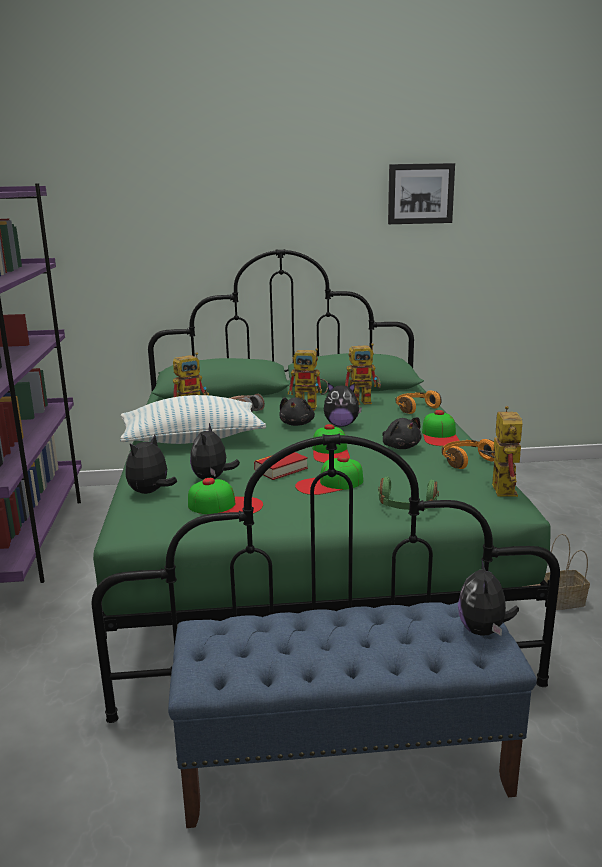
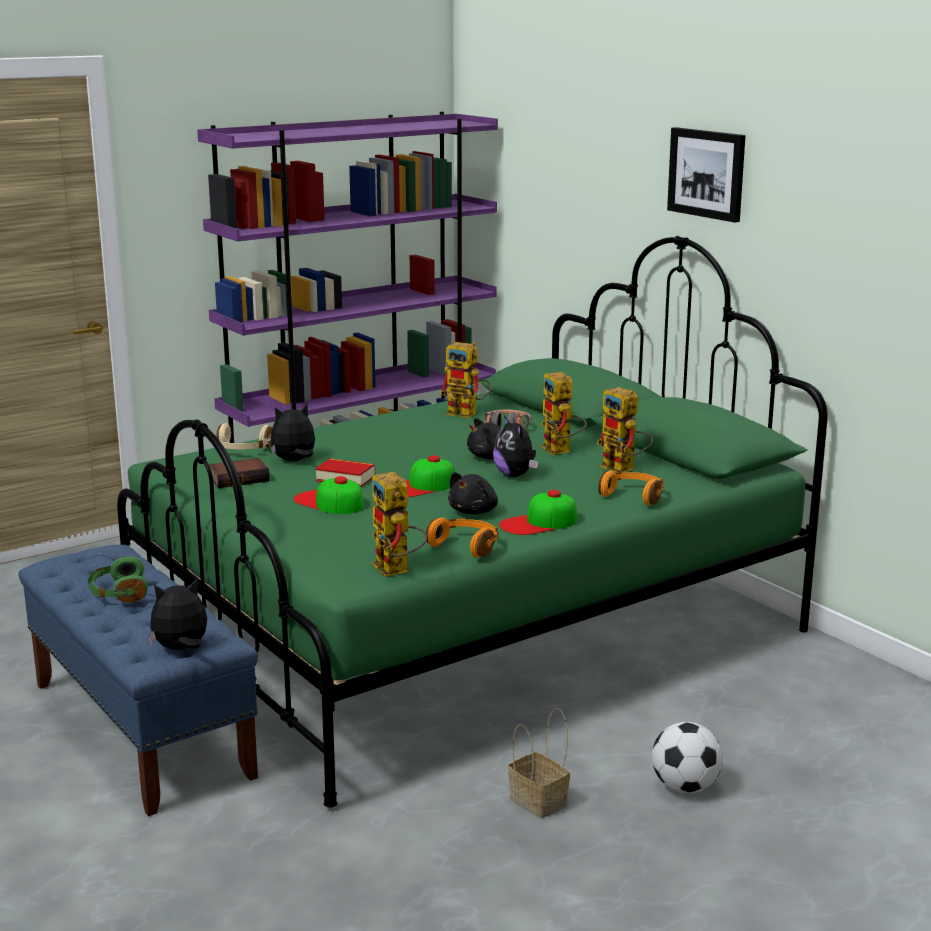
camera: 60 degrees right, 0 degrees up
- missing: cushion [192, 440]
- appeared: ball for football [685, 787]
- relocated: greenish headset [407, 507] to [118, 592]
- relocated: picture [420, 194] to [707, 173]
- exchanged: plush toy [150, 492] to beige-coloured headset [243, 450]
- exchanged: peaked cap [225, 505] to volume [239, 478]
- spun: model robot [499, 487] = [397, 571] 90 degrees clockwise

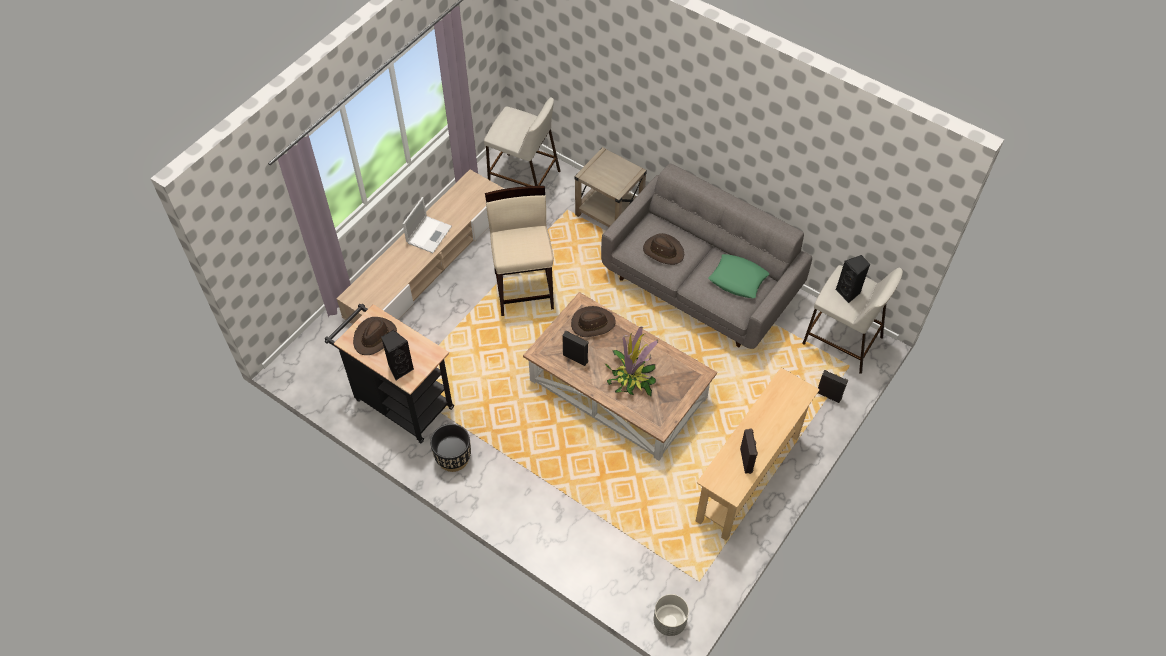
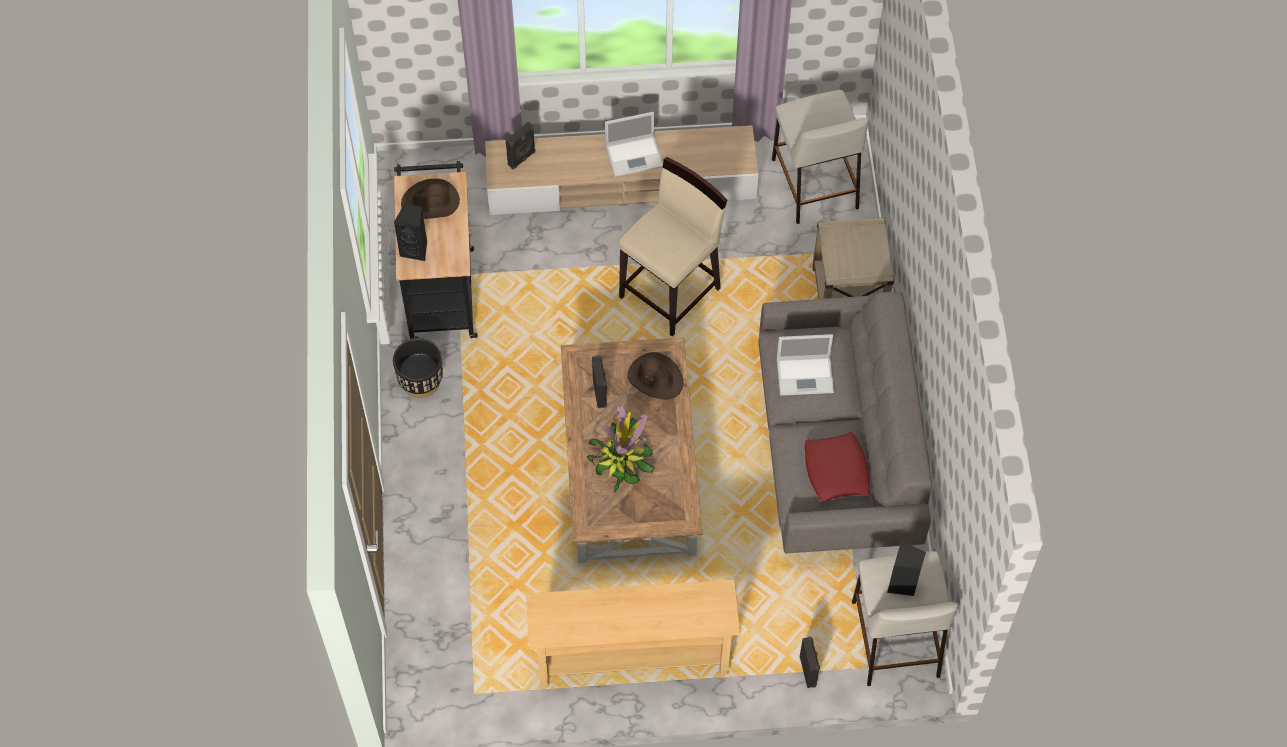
camera: 50 degrees right, 5 degrees up
- missing: grey plant pot [670, 621]
- relocated: blackish speaker [747, 460] to [522, 158]
- exchanged: brown hat [663, 251] to portable computer [806, 375]
- colour: greenish cushion [738, 279] to reddish cushion [836, 471]

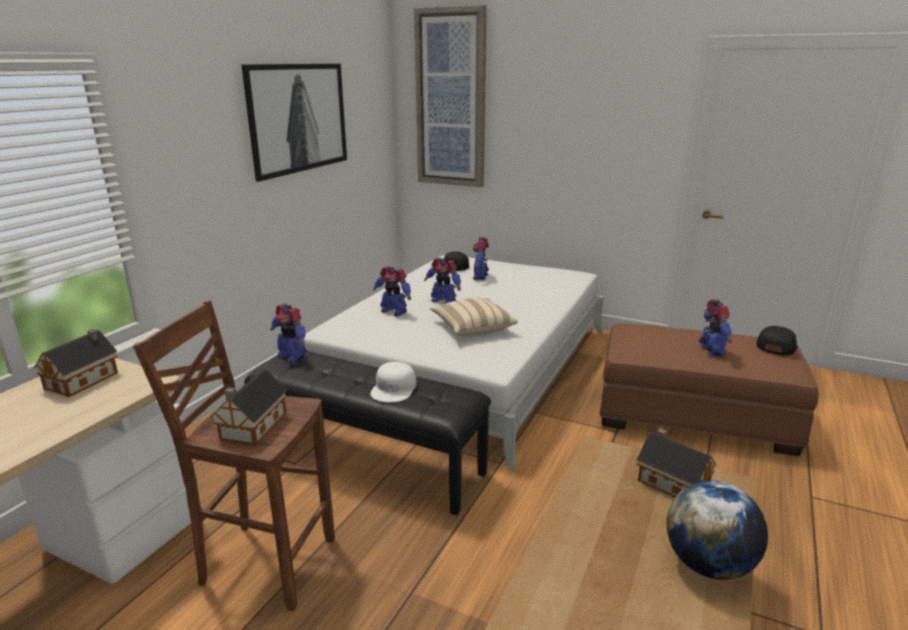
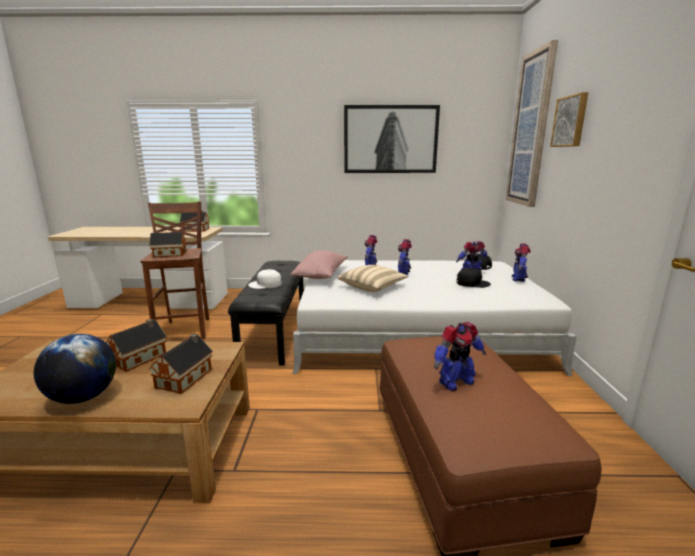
camera: 65 degrees right, 5 degrees down
- appeared: toy house [141, 358]
- appeared: pink-coloured cushion [321, 275]
- appeared: picture [570, 121]
- relocated: model robot [292, 356] to [519, 279]
- relocated: blackish peaked cap [775, 346] to [472, 283]

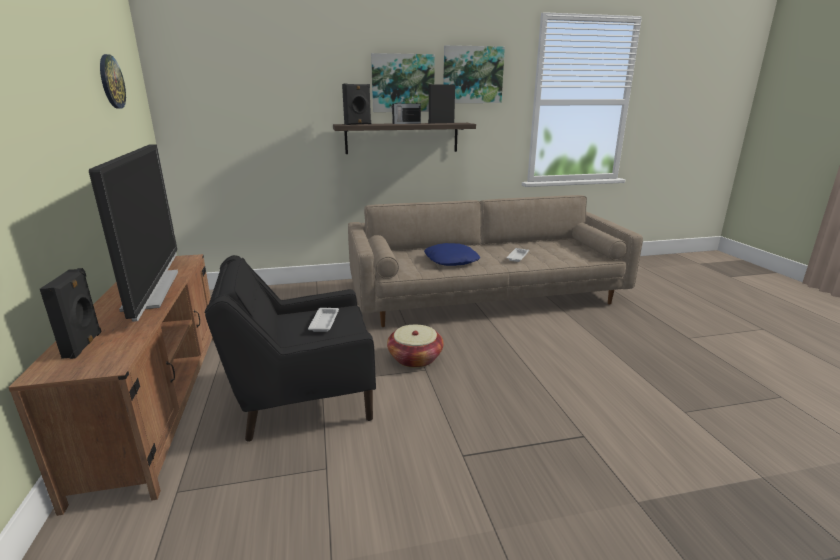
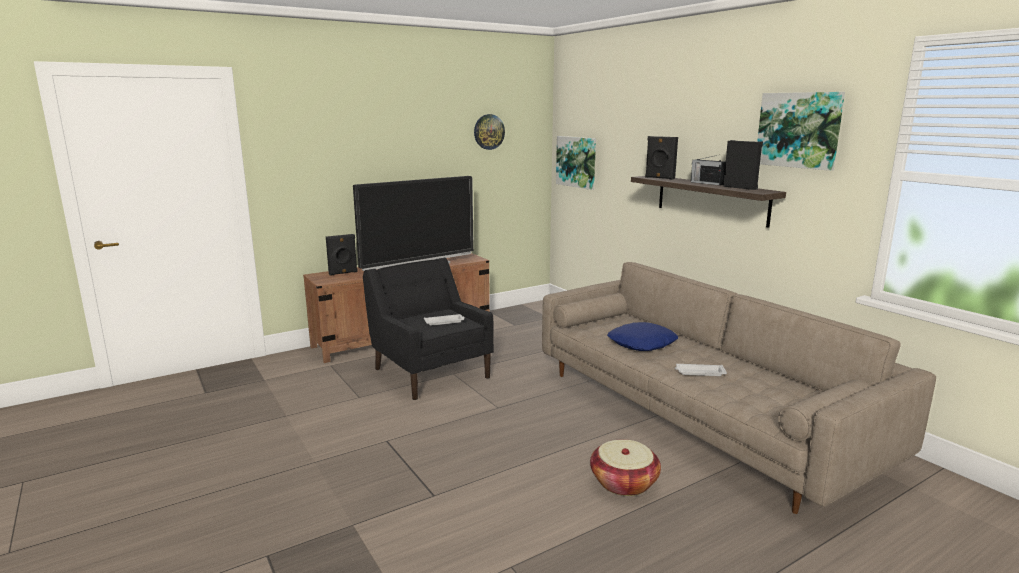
camera: 70 degrees right, 5 degrees down
- relocated: picture [402, 83] to [577, 162]
- relocated: basket [415, 358] to [624, 483]

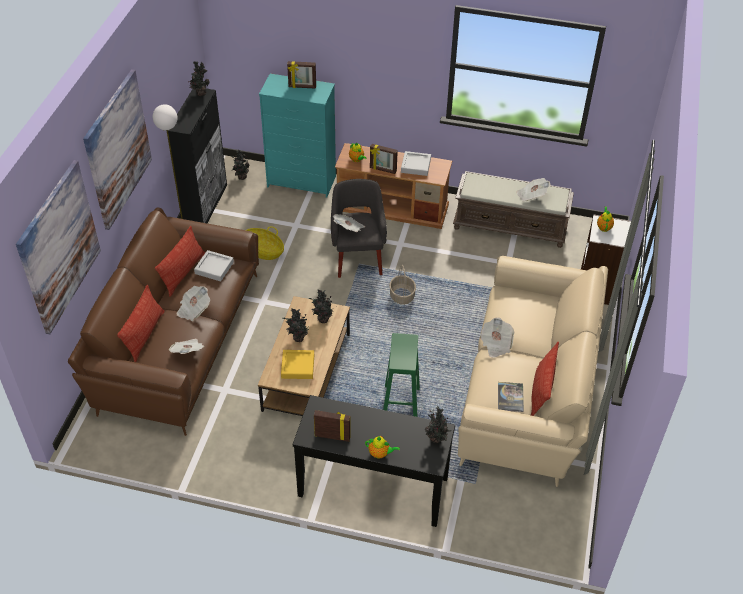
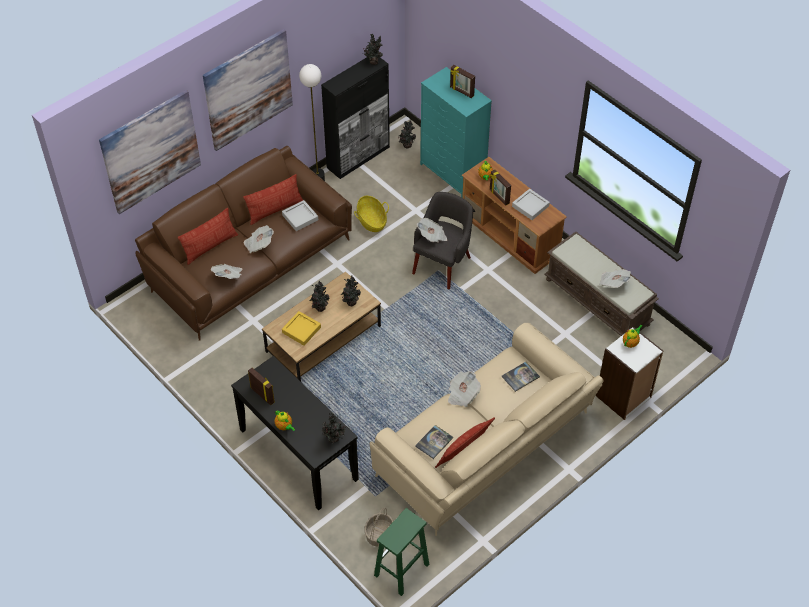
camera: 35 degrees right, 5 degrees up
- appeared: volume [520, 377]
- relocated: greenish sitting stool [401, 404] to [401, 570]
- relocated: basket [401, 296] to [379, 534]

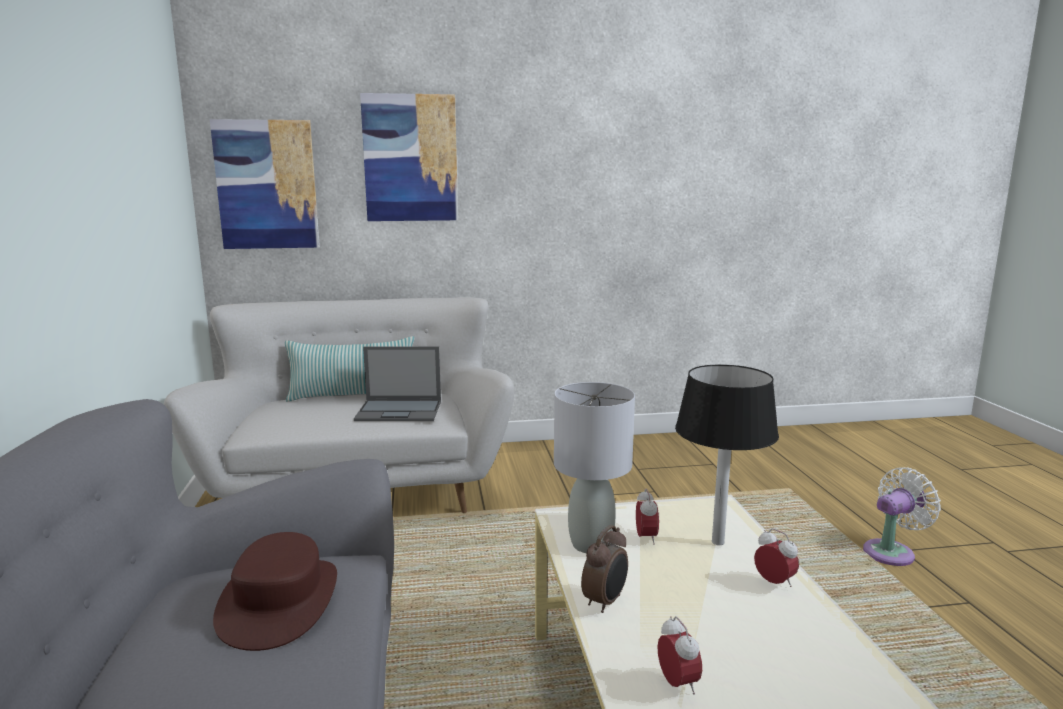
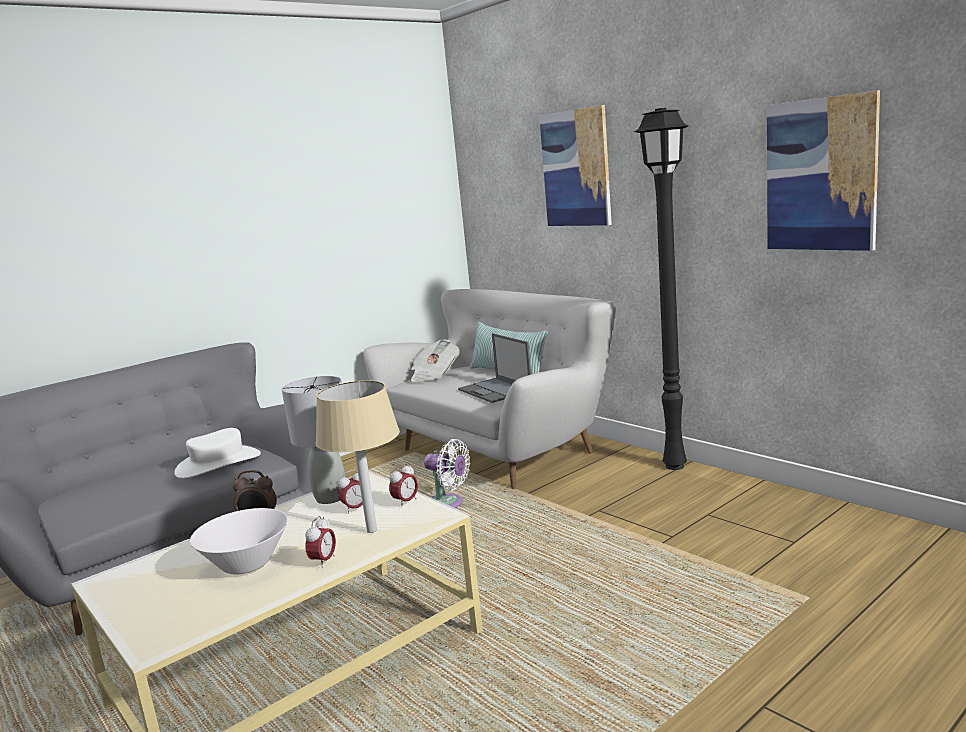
camera: 60 degrees right, 0 degrees up
- appeared: white-coloured serving bowl [246, 564]
- appeared: newspaper [434, 375]
- appeared: blackish standard lamp [677, 466]
- relocated: picture [267, 185] to [821, 175]
- relocated: bedside clock [677, 684] to [405, 502]
- relocated: white-coloured cooling fan [892, 552] to [448, 504]
- colour: brown hat [280, 602] to white-coloured hat [218, 463]
- colour: blackish lamp for a table [718, 542] to beige-coloured lamp for a table [371, 530]

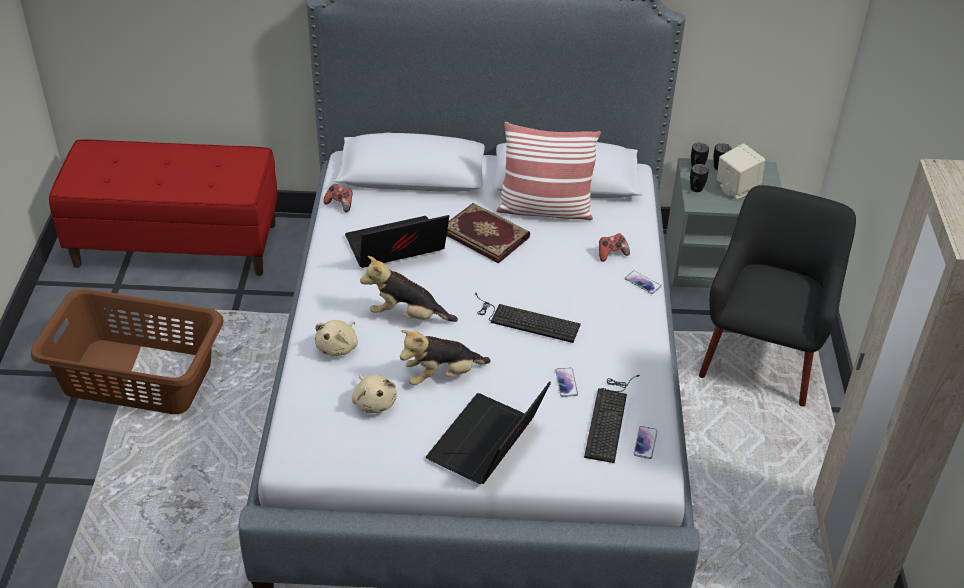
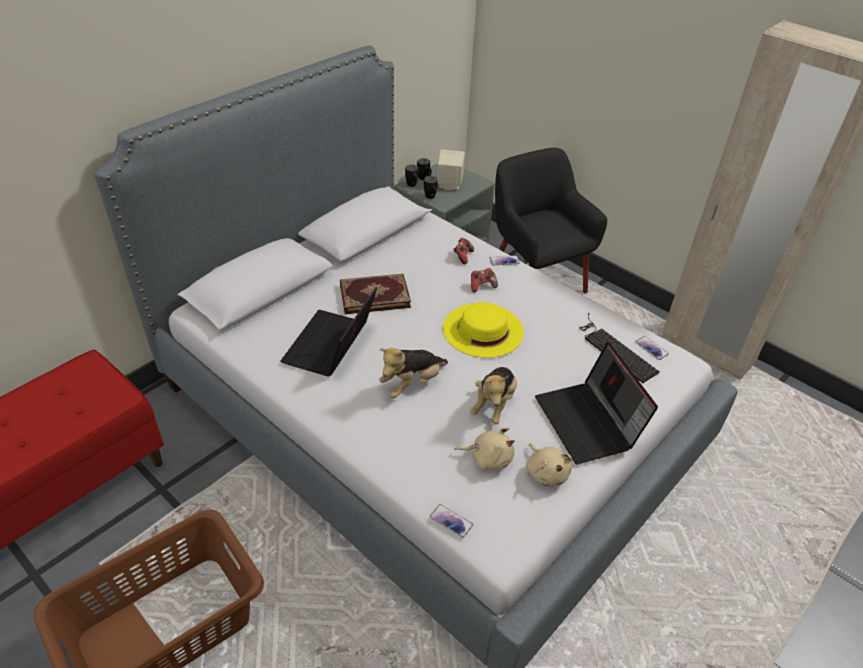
camera: 50 degrees left, 0 degrees up
- missing: cushion [545, 209]
- relocated: beige-coloured plush toy [338, 347] to [546, 472]
- relocated: gamepad [340, 204] to [482, 286]
- relocated: telephone [566, 382] to [451, 521]
- exchanged: PC keyboard [525, 320] to yellow-coloured hat [483, 329]

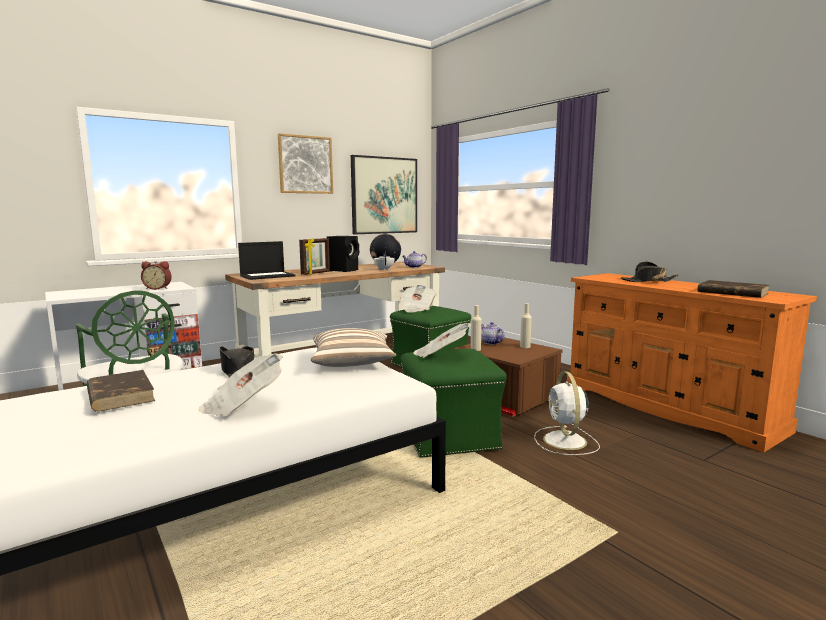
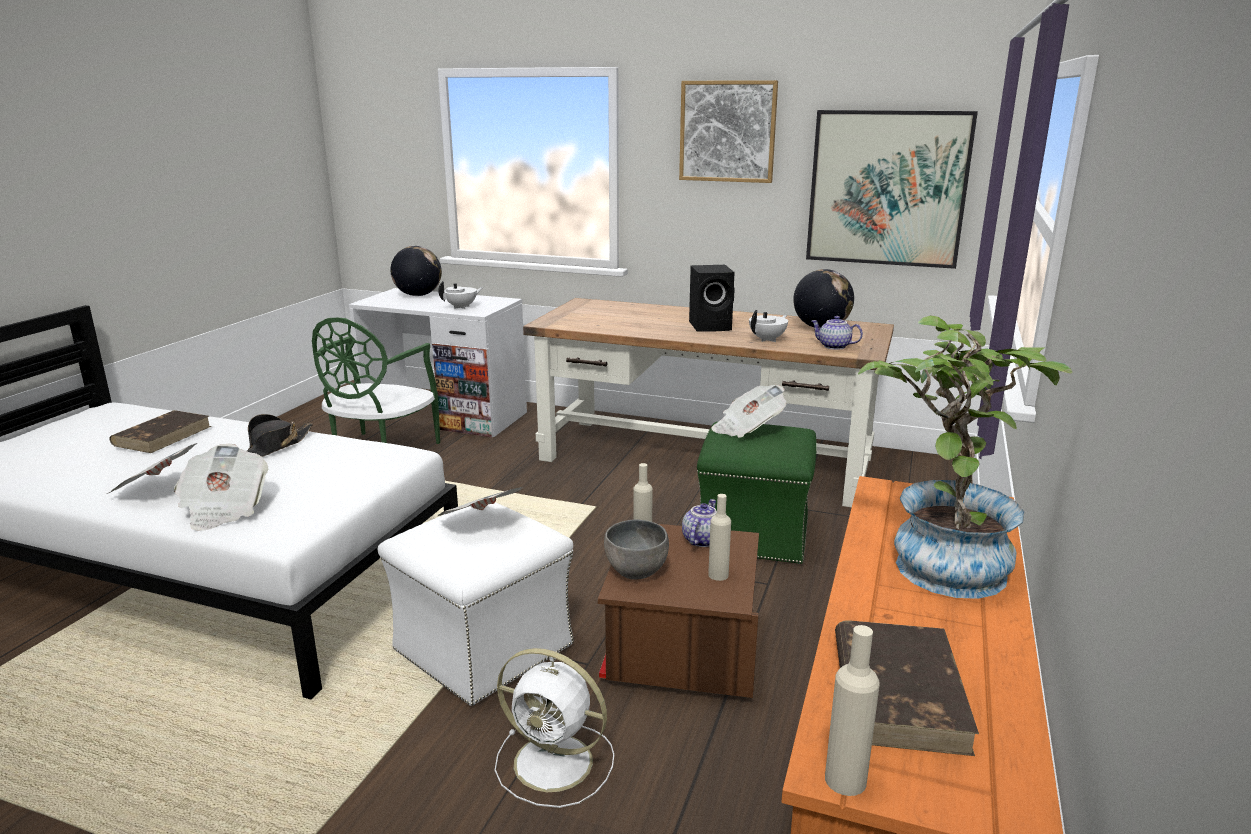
camera: 55 degrees right, 10 degrees up
- missing: portable computer [268, 276]
- missing: standing frame [316, 273]
- missing: cushion [352, 363]
- appeared: newspaper [224, 509]
- appeared: desk globe [418, 295]
- appeared: grey serving bowl [636, 572]
- appeared: beige-coloured bottle [845, 780]
- exchanged: bedside clock [158, 288] to white-coloured teapot [462, 307]
- exchanged: blackish hat [649, 281] to plant in a pot [939, 560]
- colour: greenish pouffe [450, 437] to white-coloured pouffe [482, 648]
- spun: white-coloured cooling fan [565, 441] = [556, 763] 120 degrees counterclockwise

